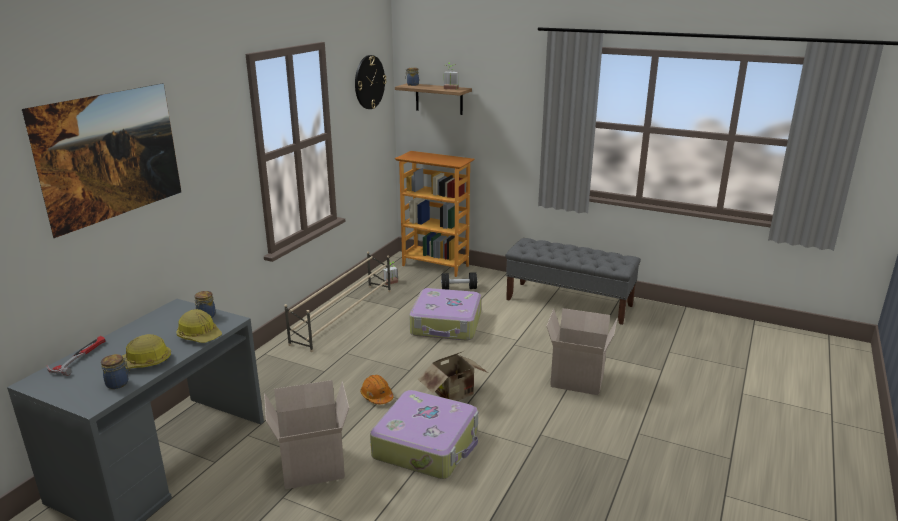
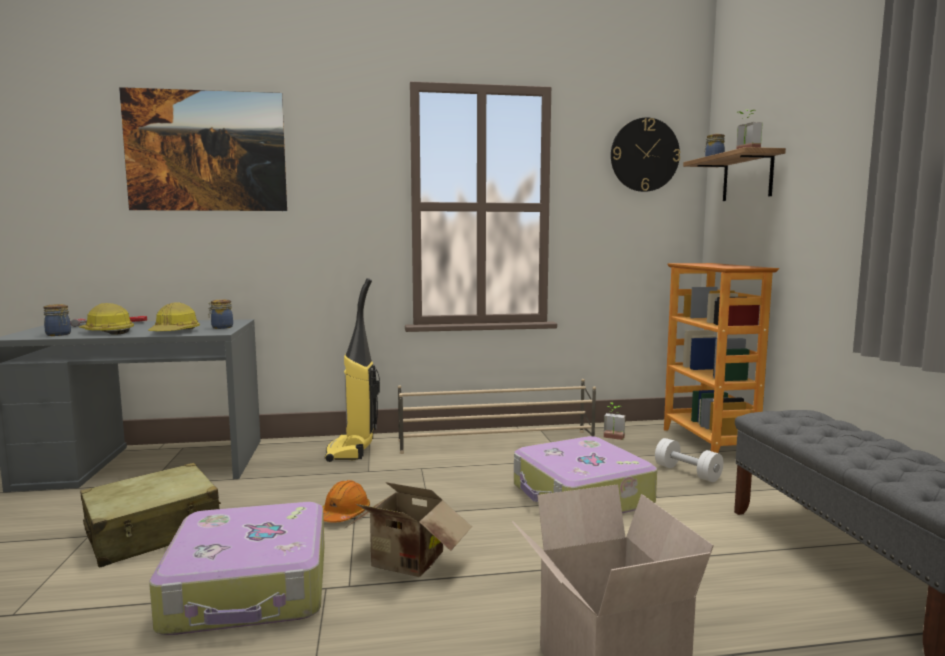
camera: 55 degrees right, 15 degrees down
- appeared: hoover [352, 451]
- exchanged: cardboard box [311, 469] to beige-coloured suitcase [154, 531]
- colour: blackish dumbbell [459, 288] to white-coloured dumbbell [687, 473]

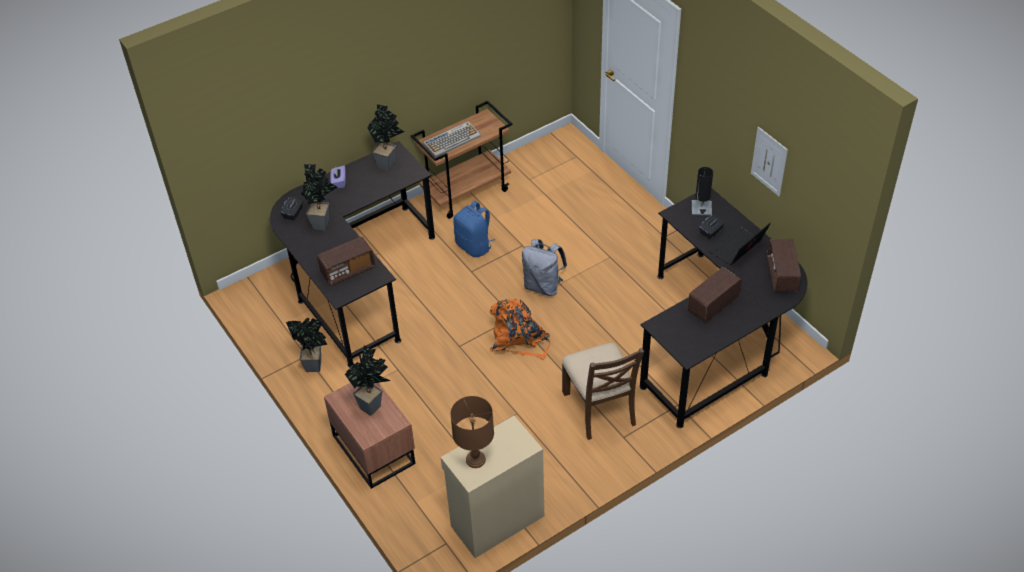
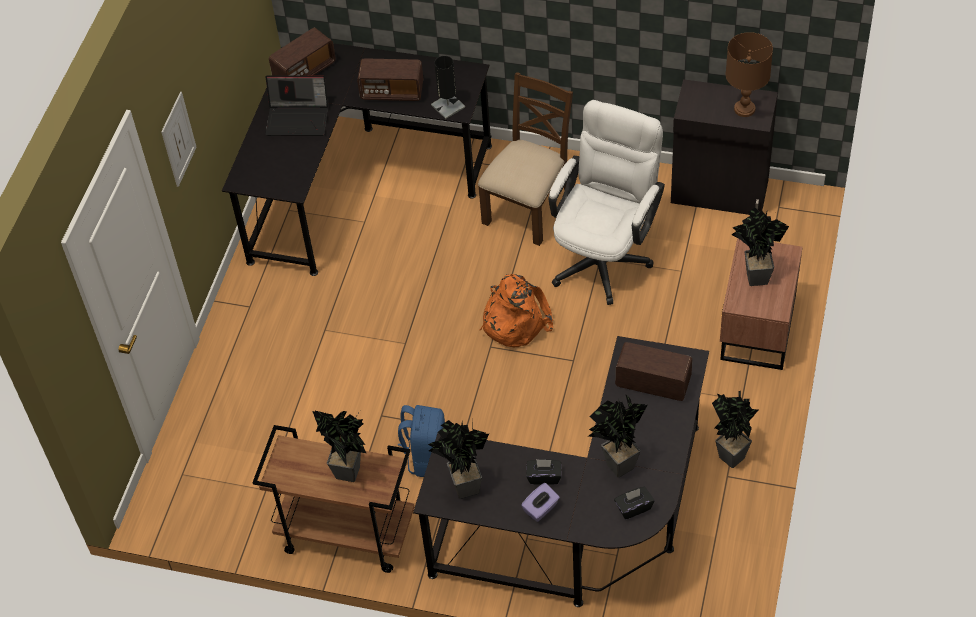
camera: 130 degrees left, 5 degrees up
- missing: grey rucksack [543, 286]
- appeared: white-coloured computer chair [605, 255]
- relocated: blackish lamp for a table [701, 208] to [448, 106]
- relocated: blackish tissue holder [711, 232] to [544, 477]
- relocated: picture [769, 161] to [178, 139]
- exchanged: PC keyboard [452, 140] to plant in a pot [351, 475]
- colour: beige-coloured storage cabinet [496, 520] to blackish storage cabinet [720, 193]

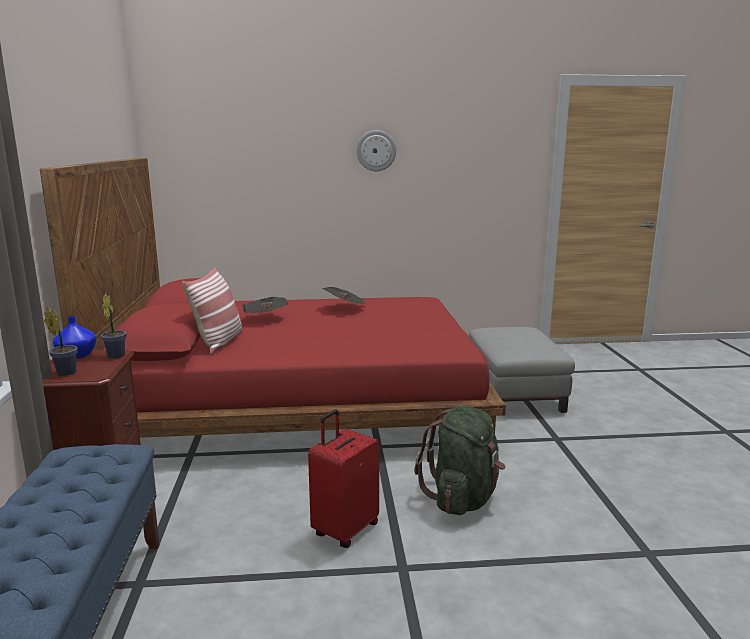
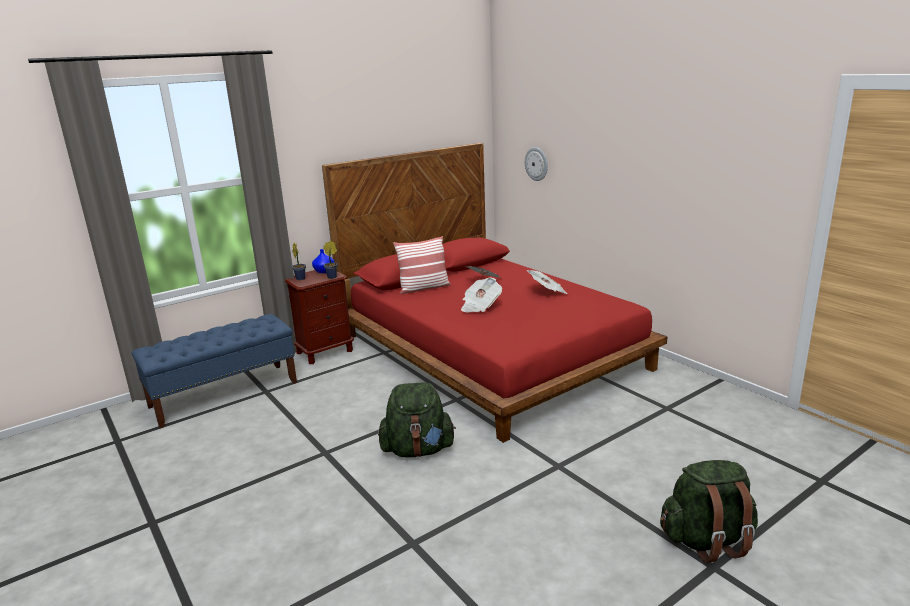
camera: 60 degrees right, 5 degrees up
- missing: reddish suitcase [344, 530]
- missing: grey pouffe [514, 393]
- appeared: newspaper [480, 306]
- appeared: greenish rucksack [707, 540]
- relocated: wall clock [376, 150] to [536, 164]

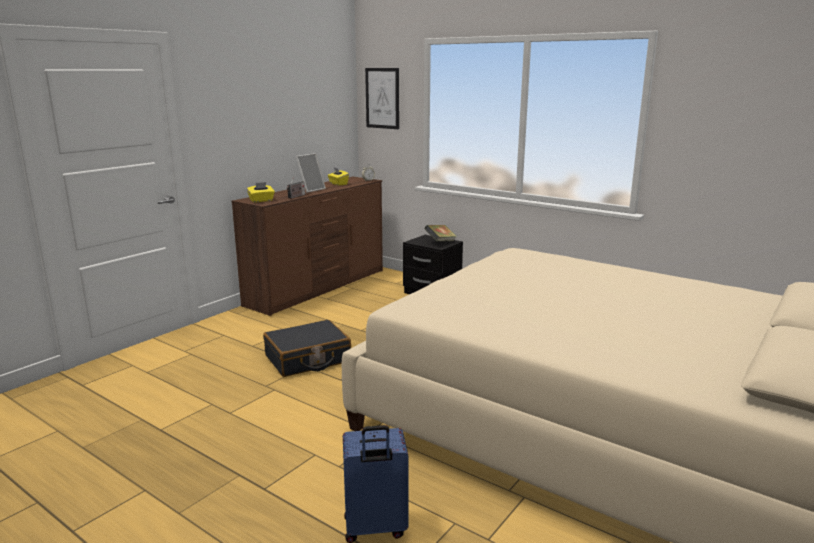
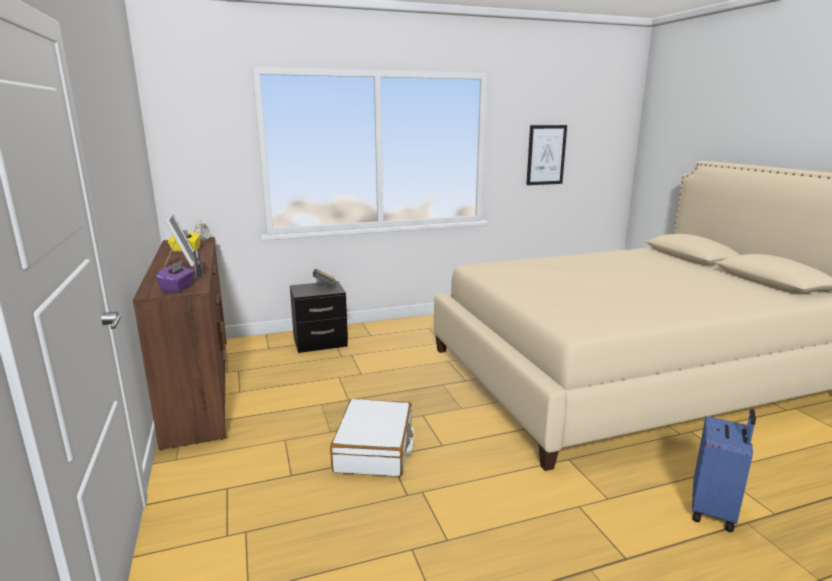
camera: 55 degrees left, 0 degrees up
- relocated: picture [382, 98] to [546, 155]
- colour: yellow-coloured tissue holder [261, 200] to purple-coloured tissue holder [178, 288]
- colour: blackish suitcase [308, 359] to white-coloured suitcase [375, 449]

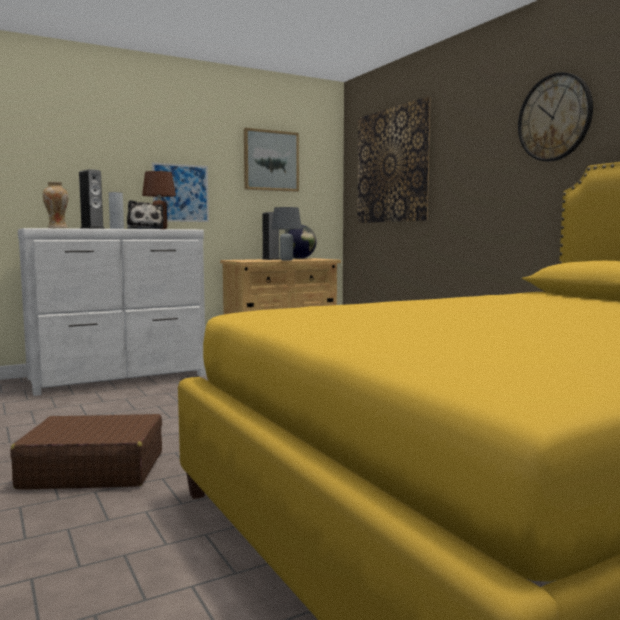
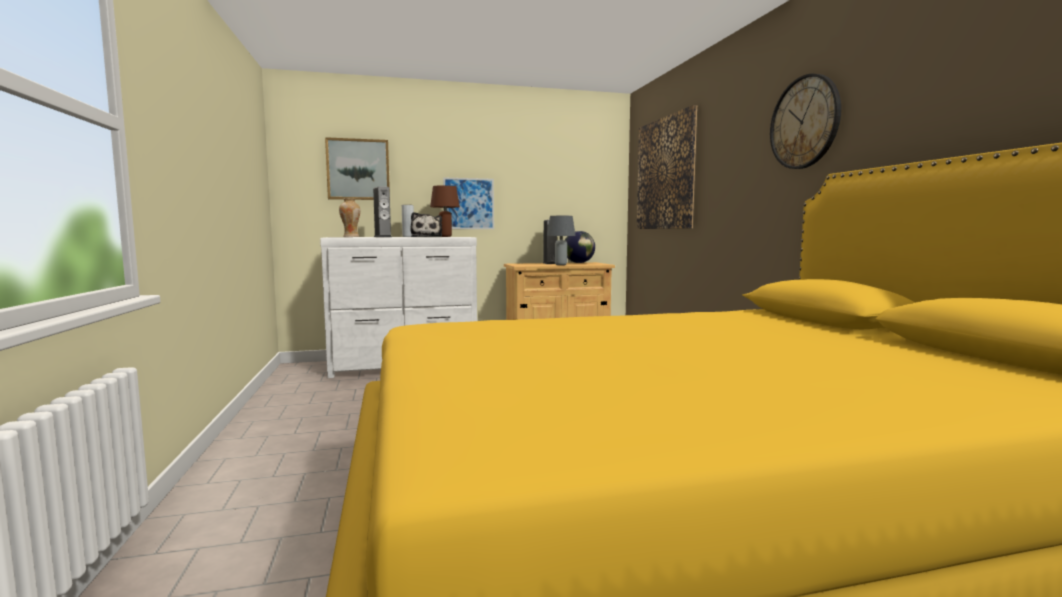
camera: 15 degrees right, 0 degrees up
- missing: brown suitcase [93, 470]
- relocated: picture [271, 161] to [358, 169]

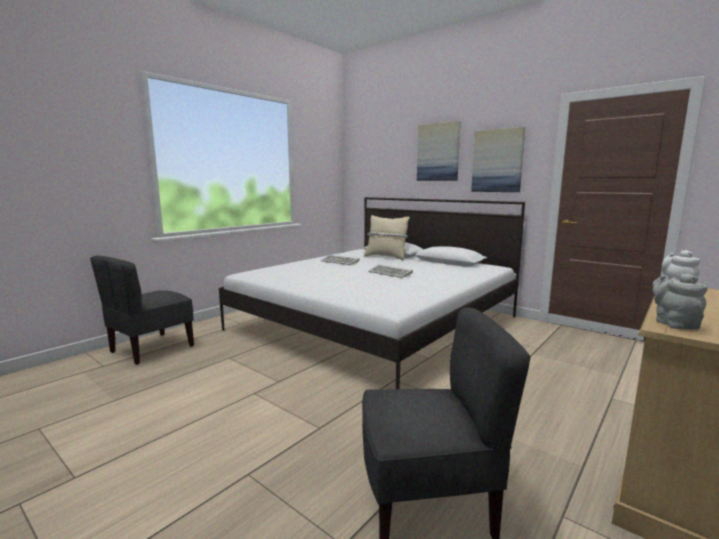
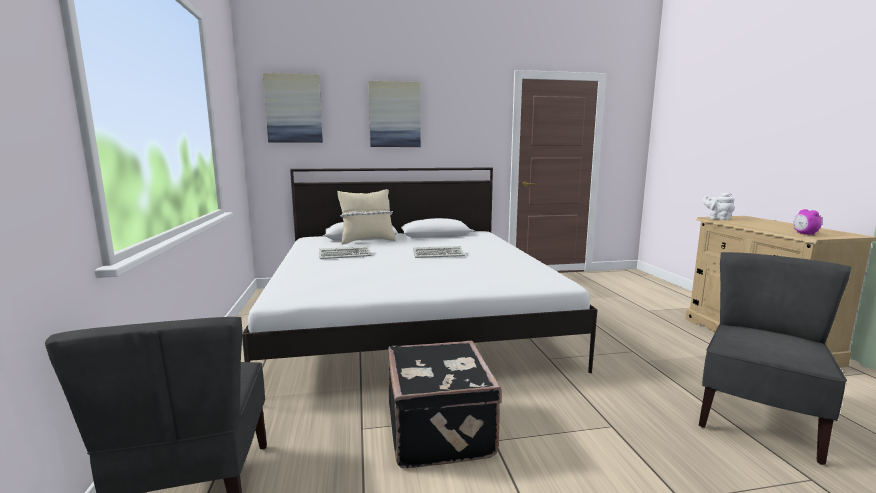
camera: 50 degrees left, 0 degrees up
- appeared: blackish suitcase [441, 430]
- relocated: picture [497, 161] to [294, 109]
- exchanged: grey teapot [673, 323] to bedside clock [804, 234]

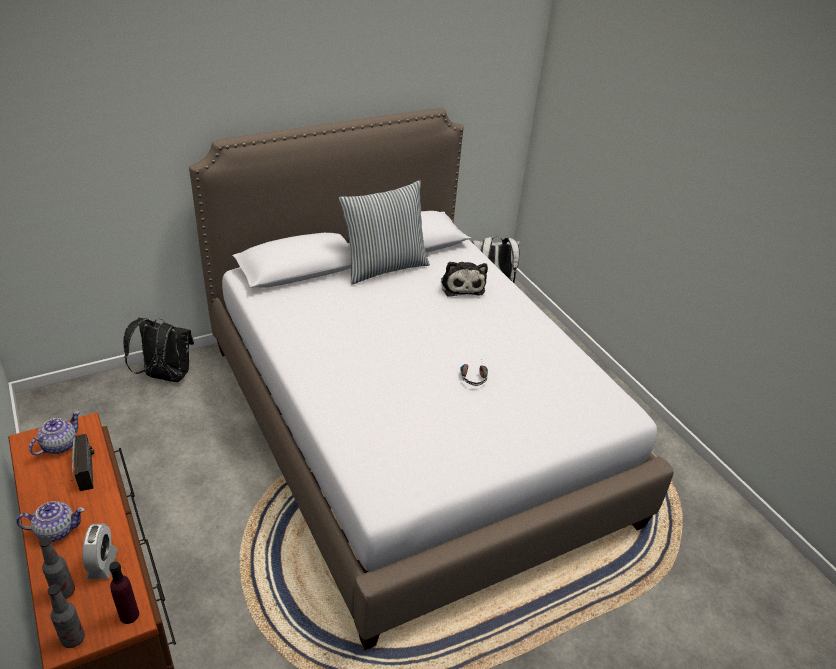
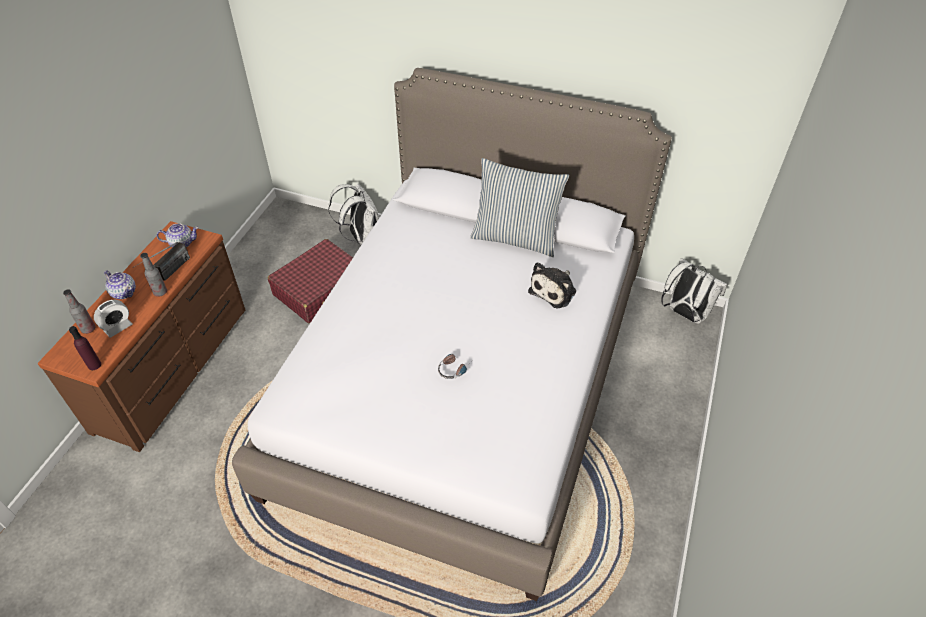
camera: 50 degrees right, 10 degrees up
- appeared: reddish suitcase [320, 289]
- relocated: bottle [73, 639] to [160, 292]
- colour: blackish rucksack [165, 376] to white-coloured rucksack [361, 237]

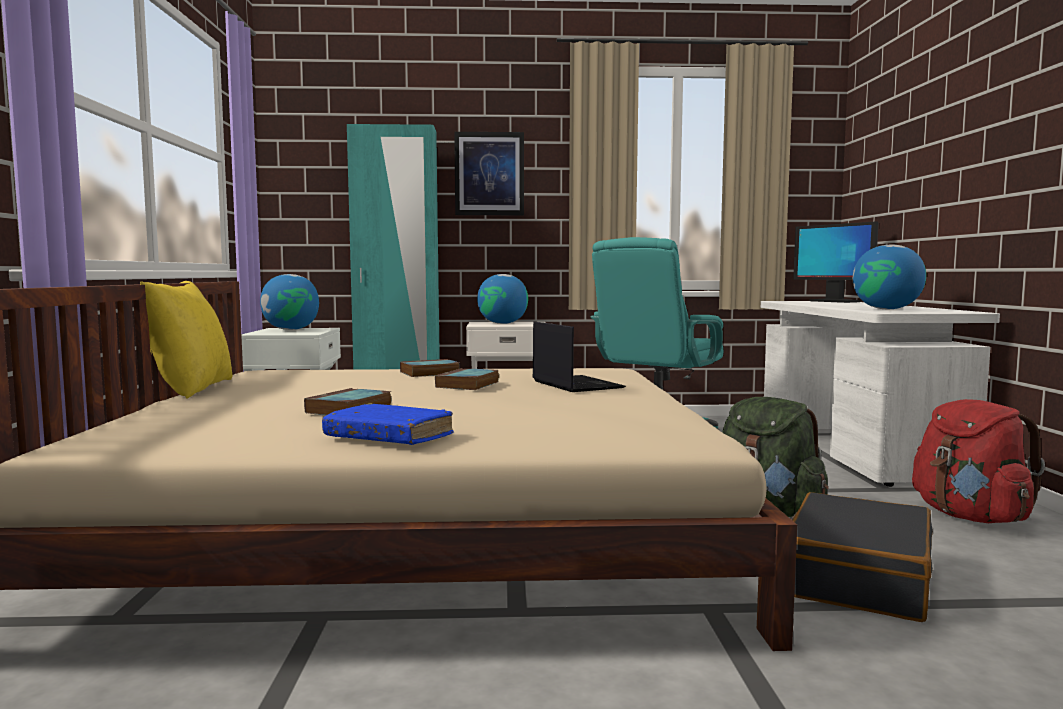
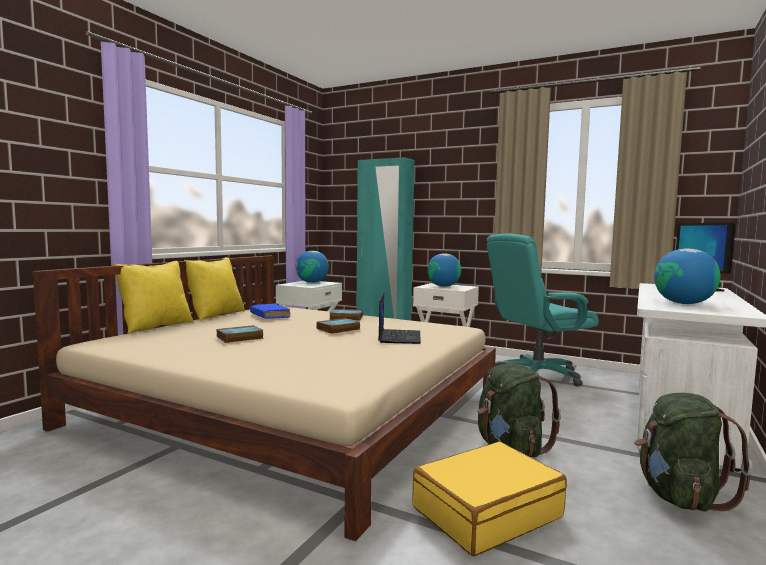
camera: 30 degrees right, 0 degrees up
- missing: picture [489, 174]
- appeared: yellow-coloured cushion [155, 326]
- relocated: blue volume [389, 437] to [269, 316]
- colour: blackish suitcase [856, 577] to yellow-coloured suitcase [486, 512]
- colour: reddish rucksack [970, 517] to greenish rucksack [679, 496]

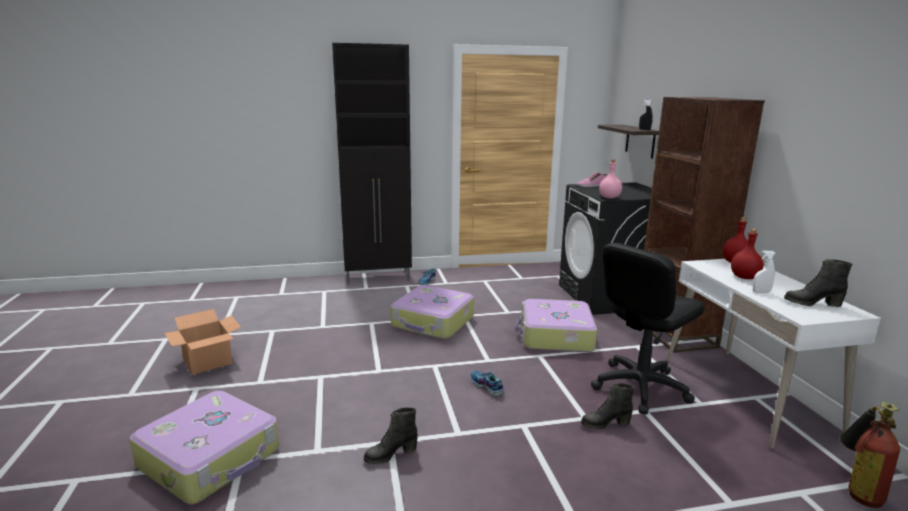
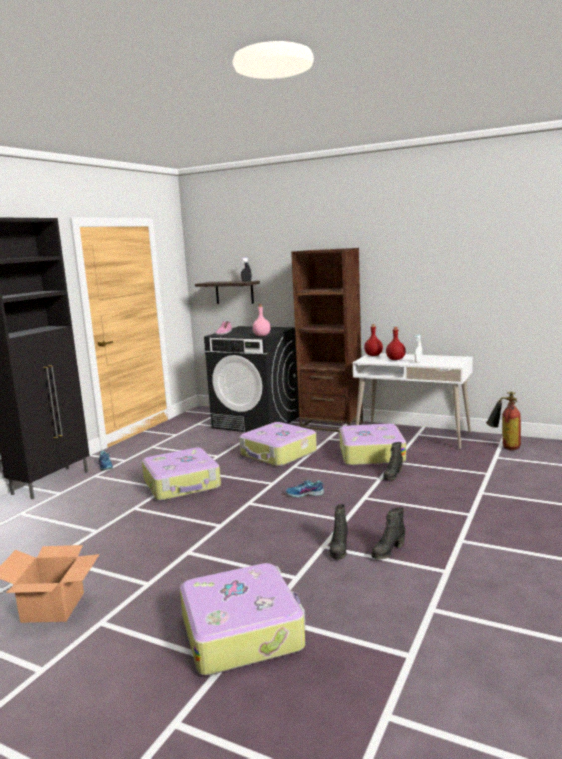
camera: 50 degrees left, 5 degrees down
- relocated: blackish tall boot [812, 303] to [387, 551]
- exchanged: blackish computer chair [640, 387] to suitcase [371, 454]

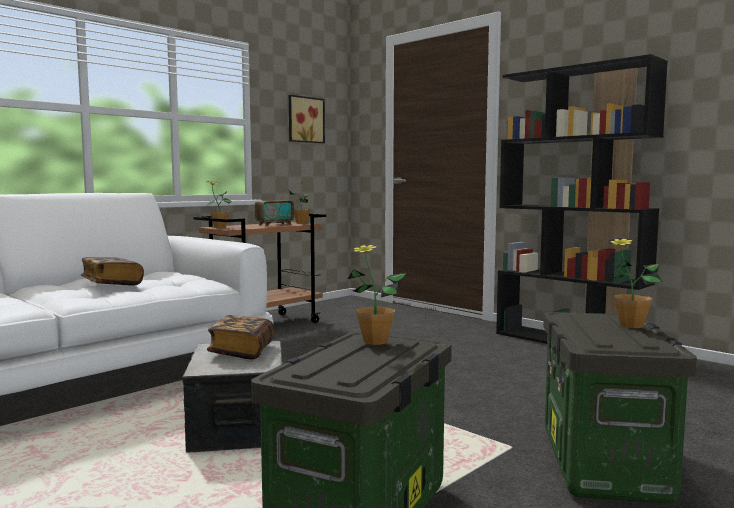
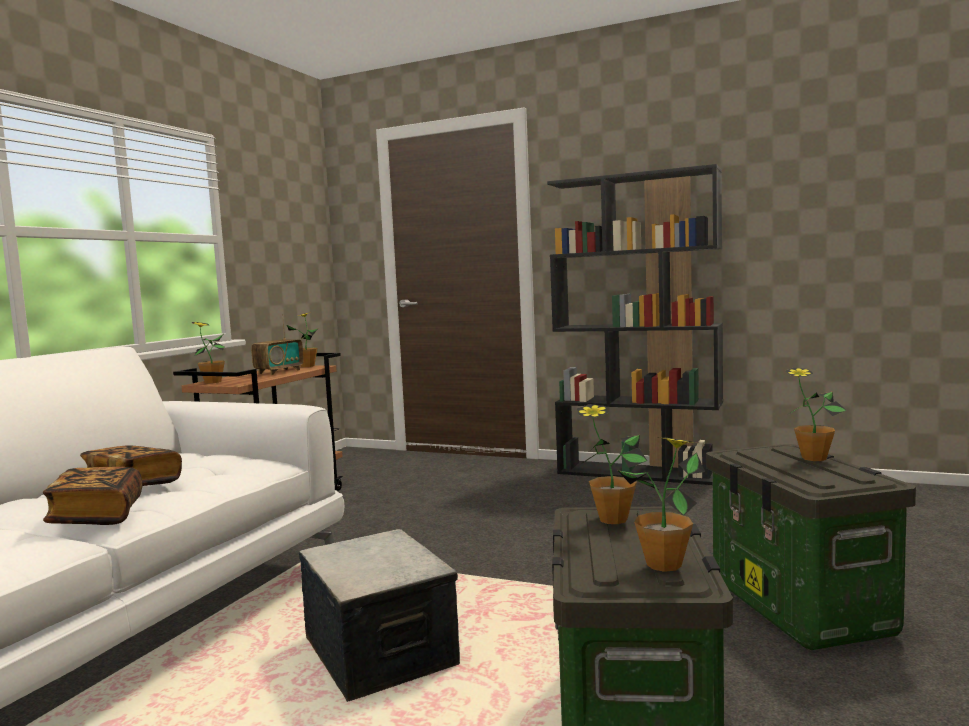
camera: 20 degrees left, 0 degrees up
- missing: picture [305, 120]
- appeared: plant in a pot [664, 564]
- relocated: volume [242, 351] to [97, 516]

